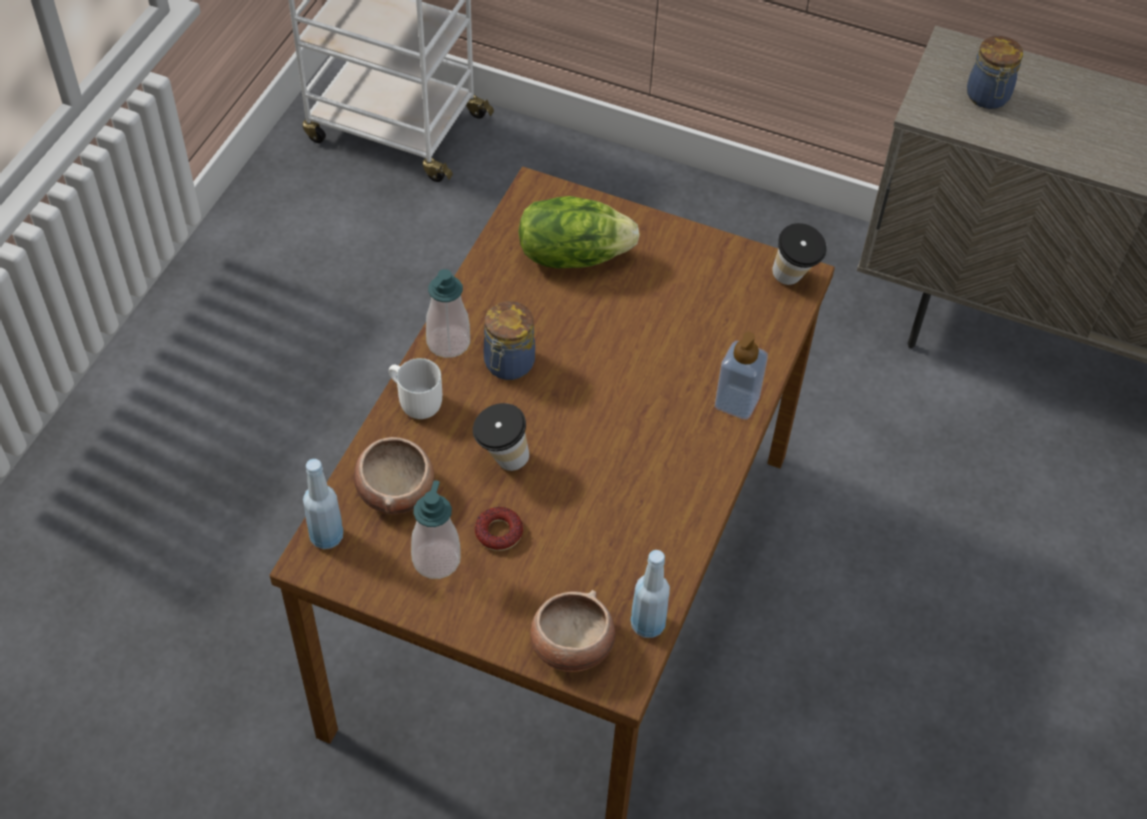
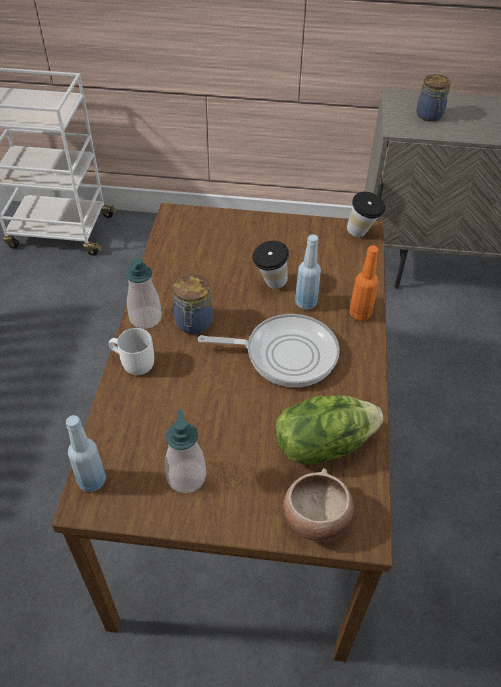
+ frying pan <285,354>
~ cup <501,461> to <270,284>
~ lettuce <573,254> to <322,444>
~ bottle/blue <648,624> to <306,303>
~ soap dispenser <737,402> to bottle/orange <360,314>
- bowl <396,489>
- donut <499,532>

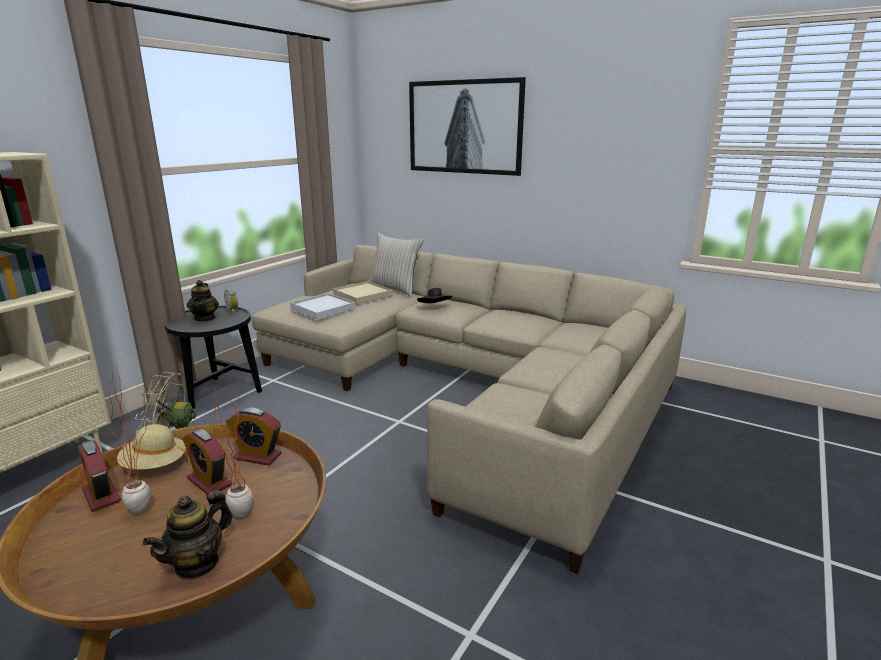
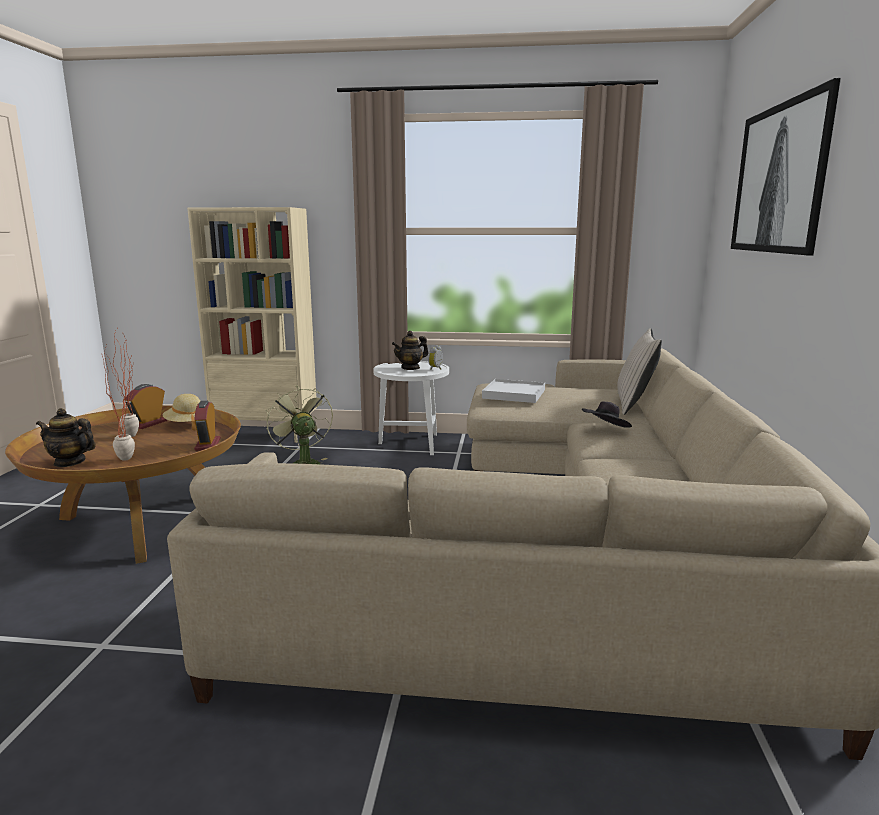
~ side table/black <220,394> to side table/white <412,444>
- alarm clock <209,482>
- tray/beige <363,295>

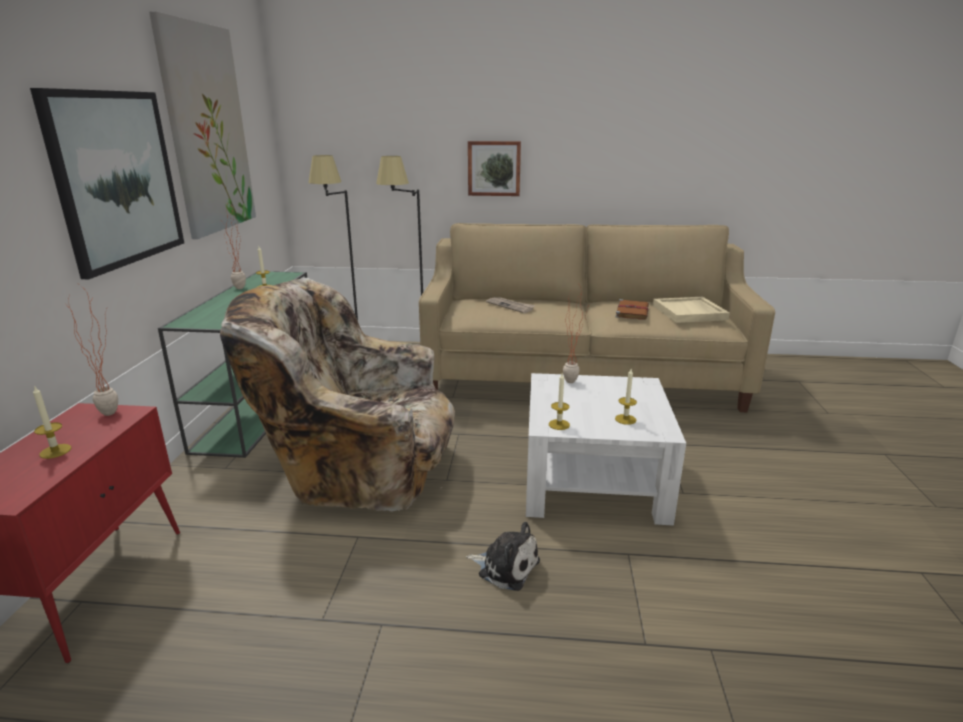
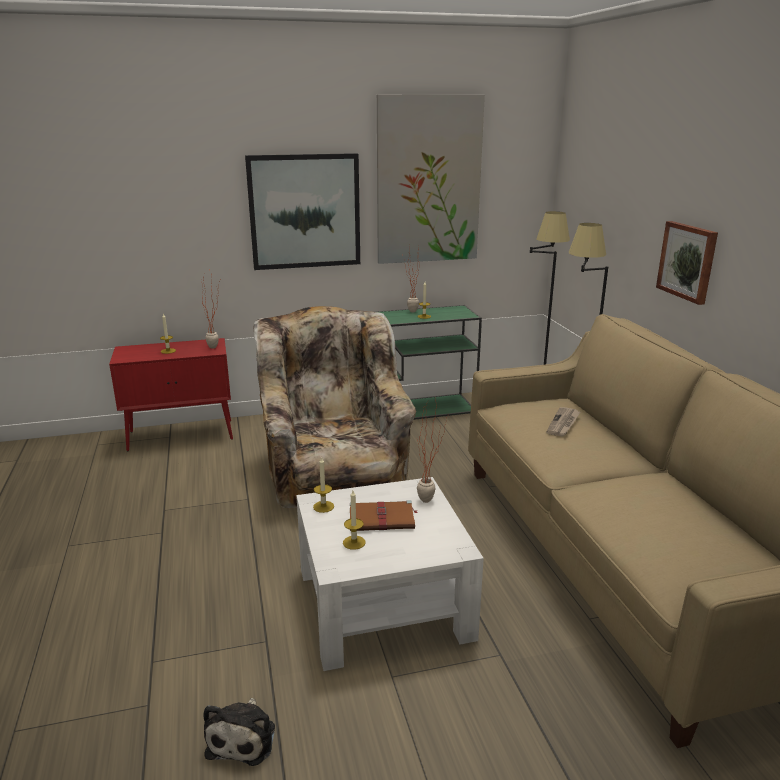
~ plush toy <505,566> to <243,737>
~ book/brown <632,311> to <383,519>
- tray/beige <690,312>

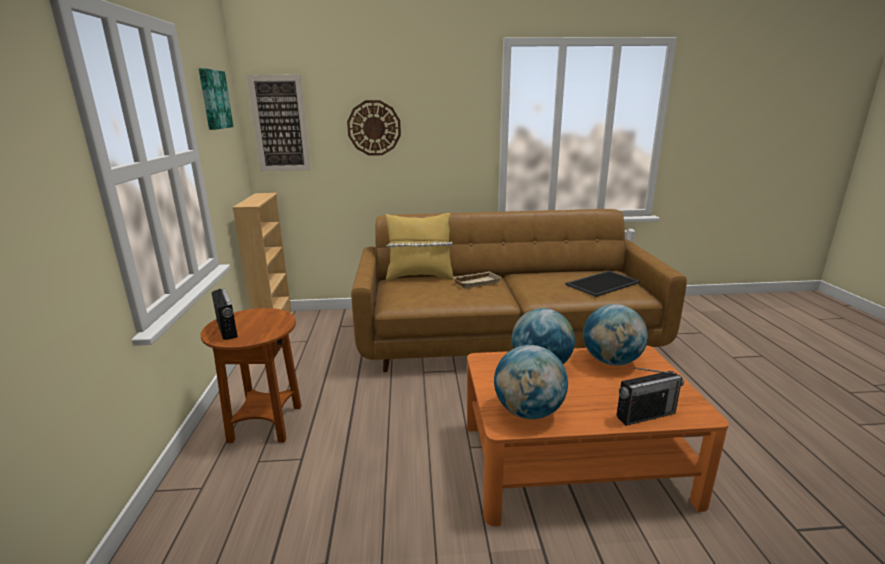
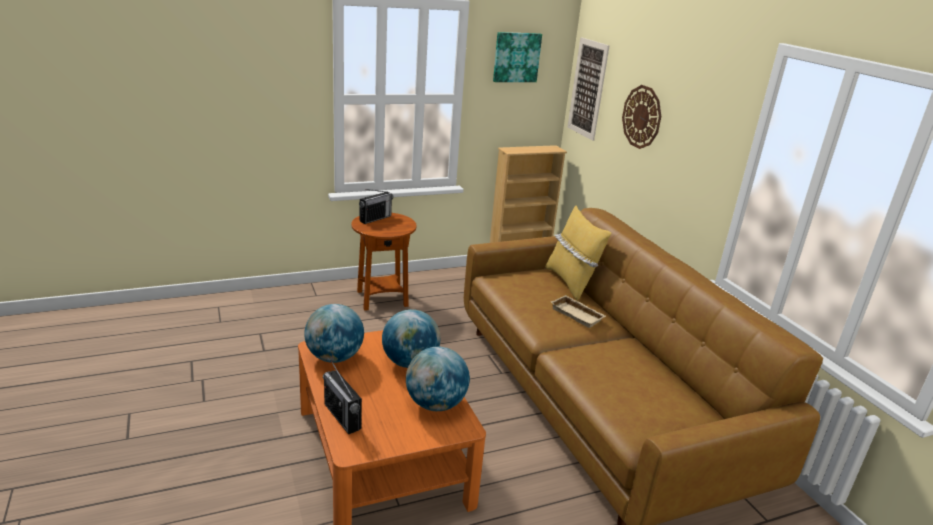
- tray <602,283>

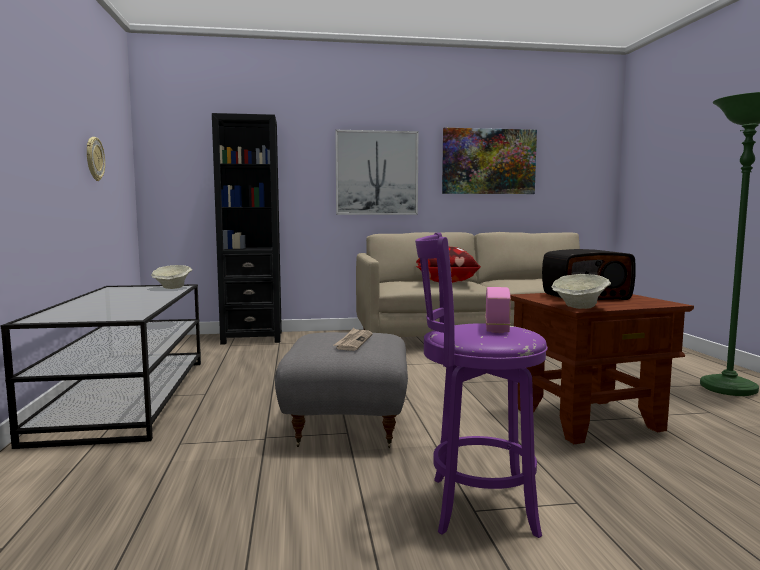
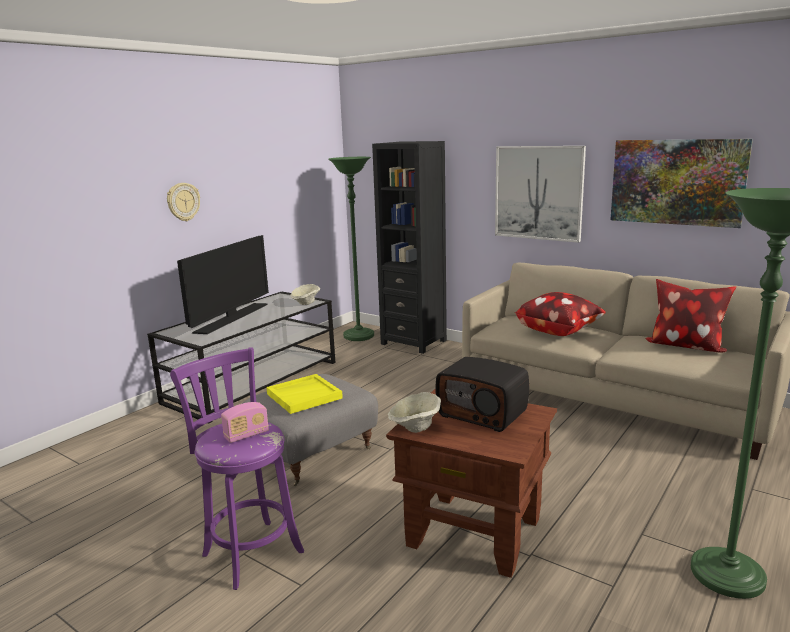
~ wall clock <94,159> to <183,202>
+ television <231,318>
~ newspaper <353,342> to tray/yellow <304,396>
+ floor lamp/green <358,336>
+ pillow <685,346>

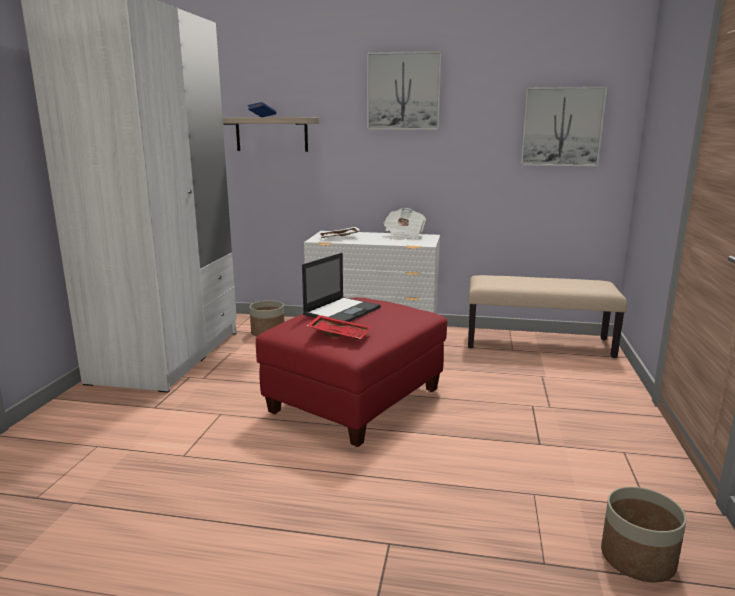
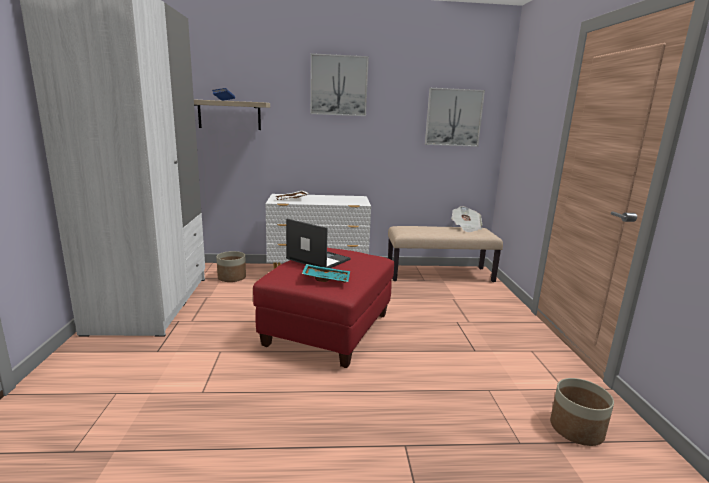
~ laptop <342,311> = <317,259> 75 degrees counterclockwise
~ tray/red <339,334> to tray/turquoise <326,278>
~ newspaper <403,236> to <466,228>

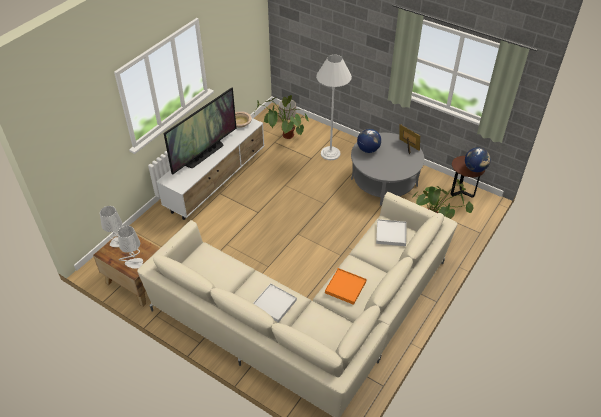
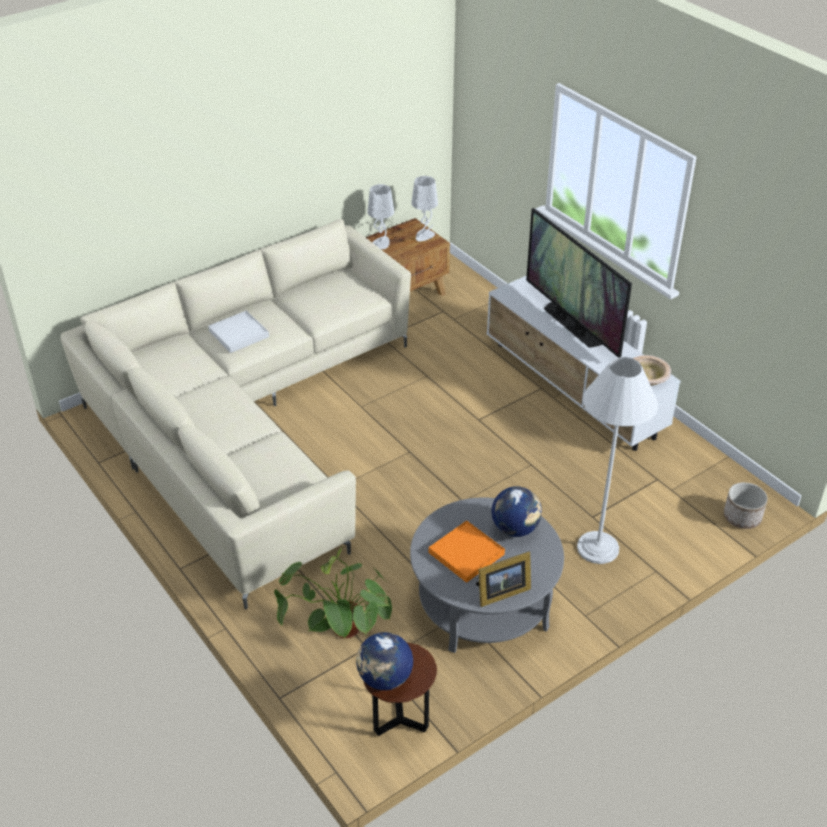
~ tray/orange <345,287> to <466,553>
- potted plant <282,137>
- tray/white <391,234>

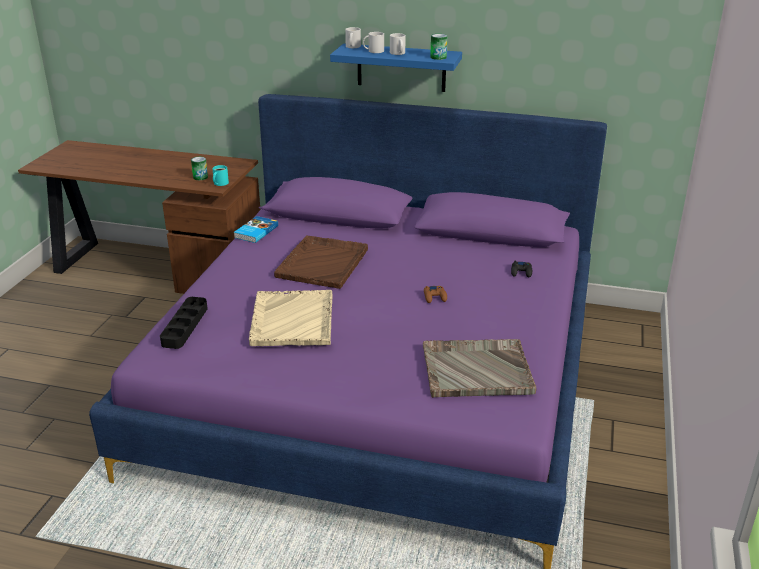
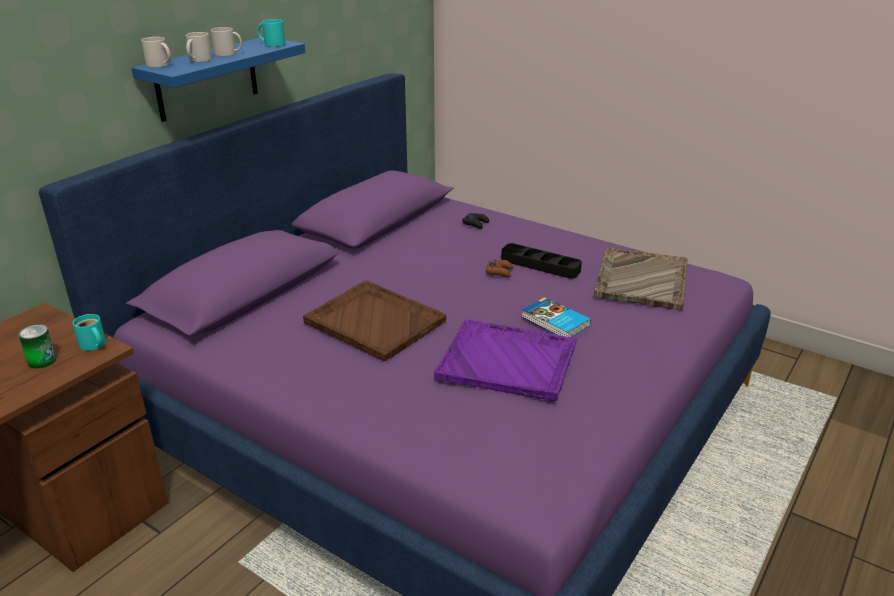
~ can <438,57> to mug/turquoise <273,44>
~ tray/beige <292,320> to tray/purple <508,362>
~ tray/black <185,326> to <540,265>
~ book <255,232> to <555,322>

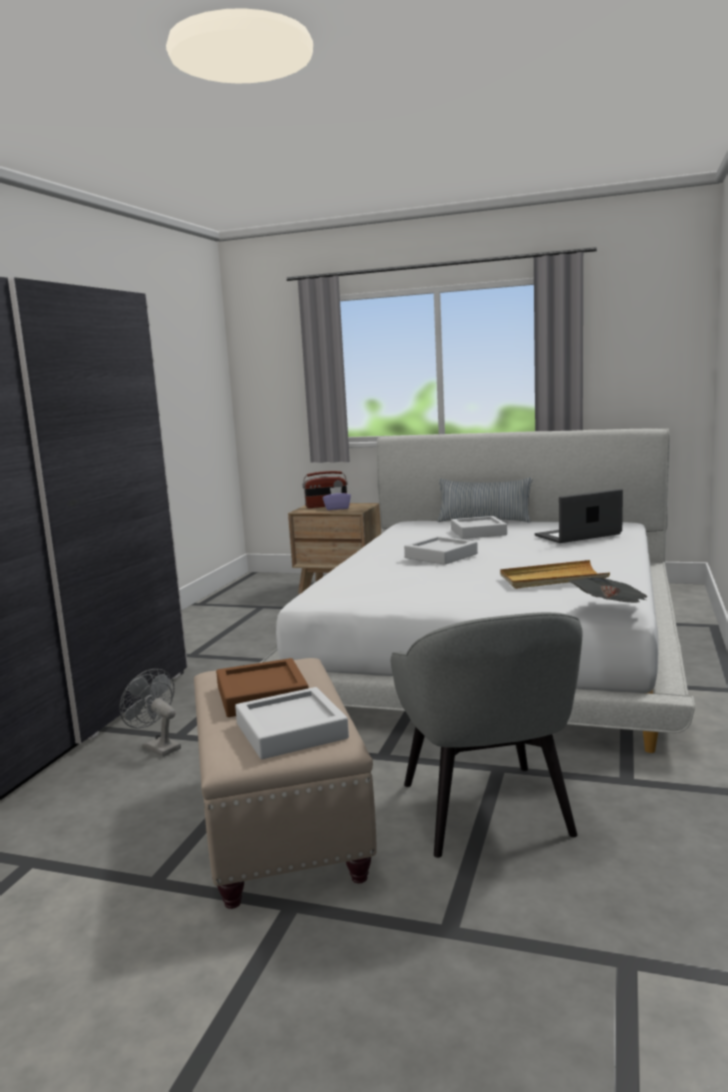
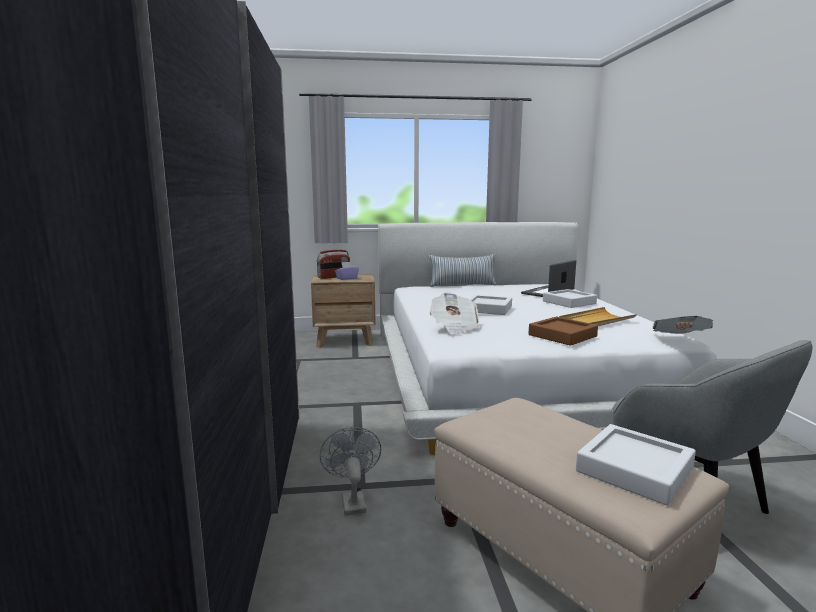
~ fan/grey <157,747> = <352,500> 60 degrees clockwise
+ newspaper <454,327>
~ tray/brown <262,695> to <562,336>
~ tray/grey <478,532> to <569,302>

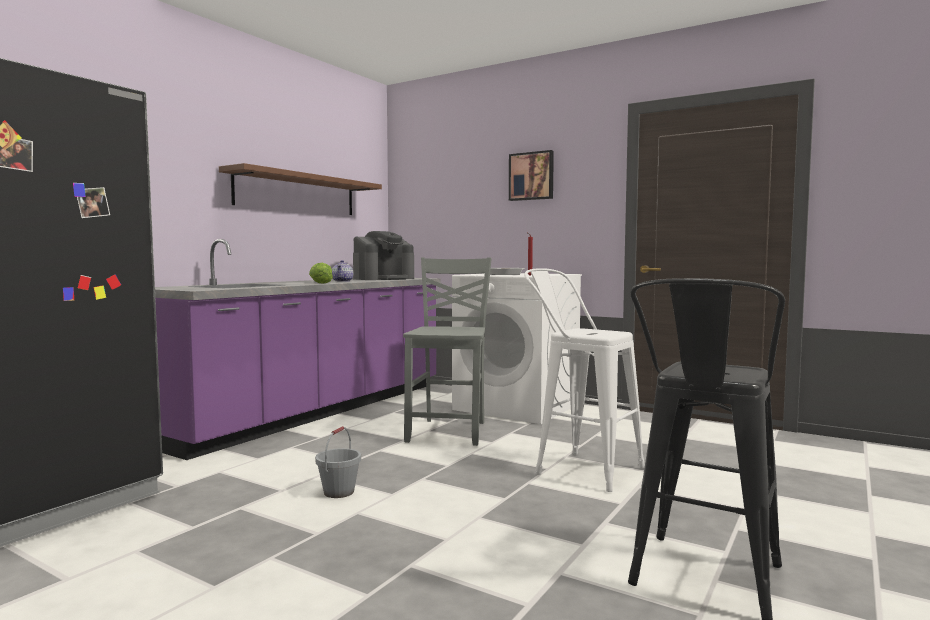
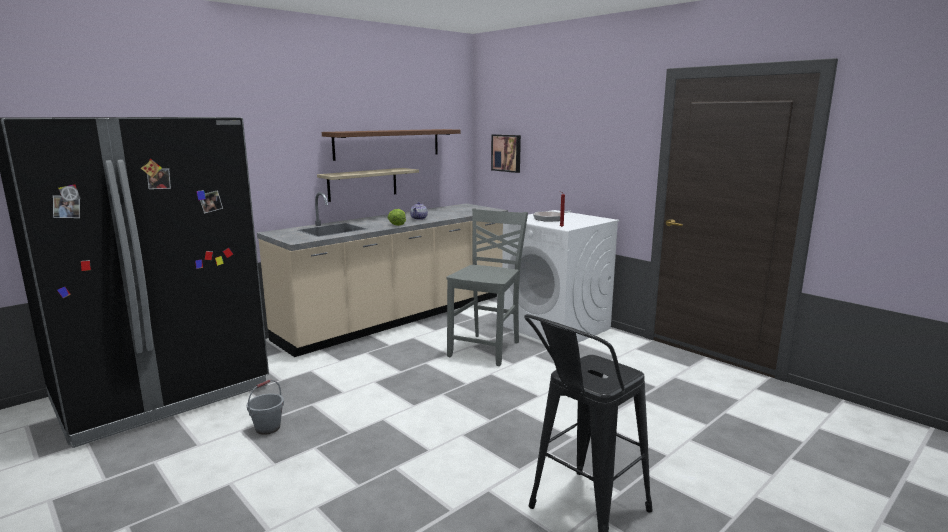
~ bucket/grey <338,492> to <268,428>
~ counter/purple <316,411> to counter/beige <398,318>
+ shelf <362,184>
~ picture <531,176> to <507,153>
- coffee machine <383,279>
- stool/white <579,468>

